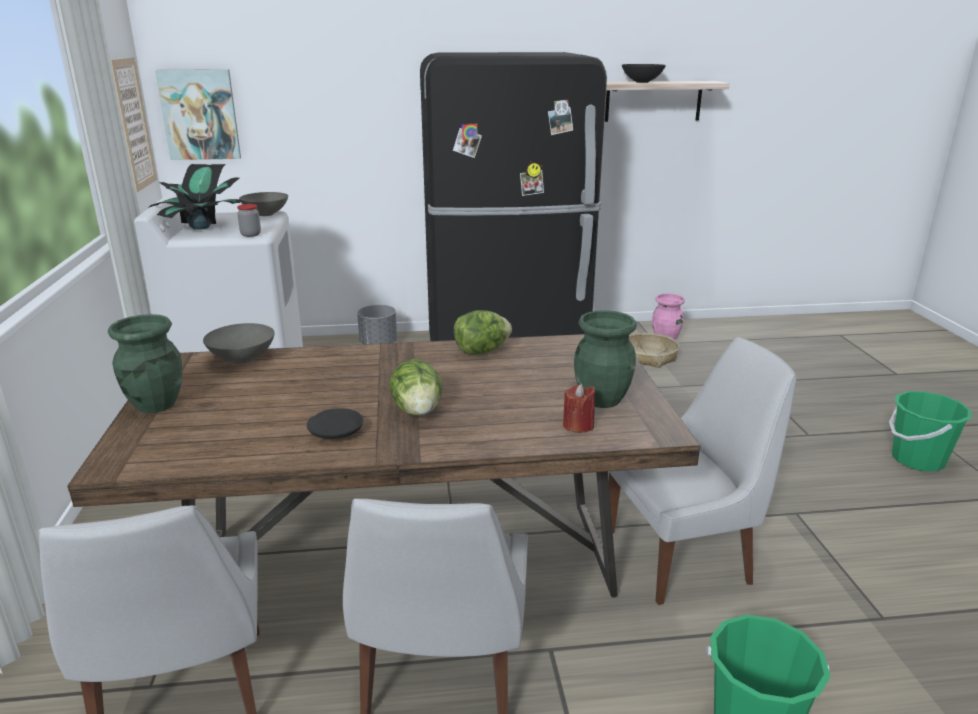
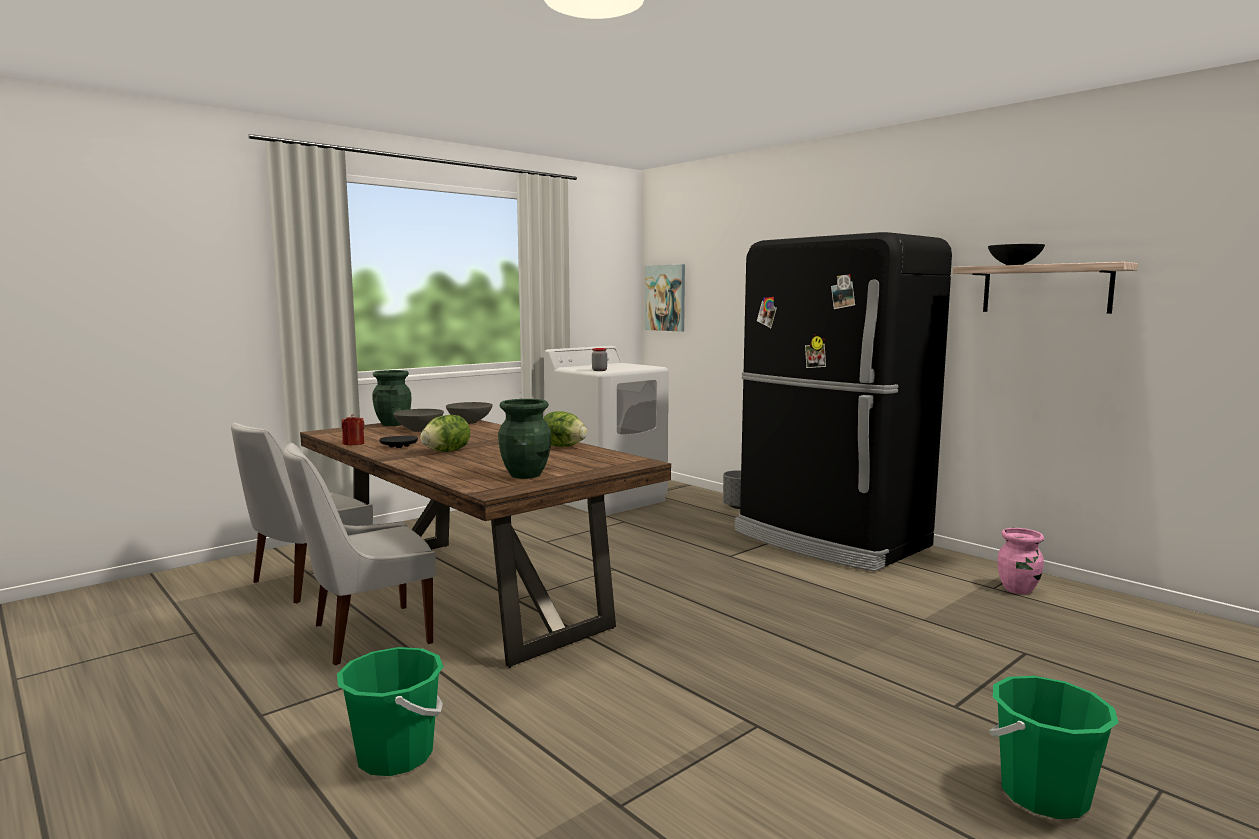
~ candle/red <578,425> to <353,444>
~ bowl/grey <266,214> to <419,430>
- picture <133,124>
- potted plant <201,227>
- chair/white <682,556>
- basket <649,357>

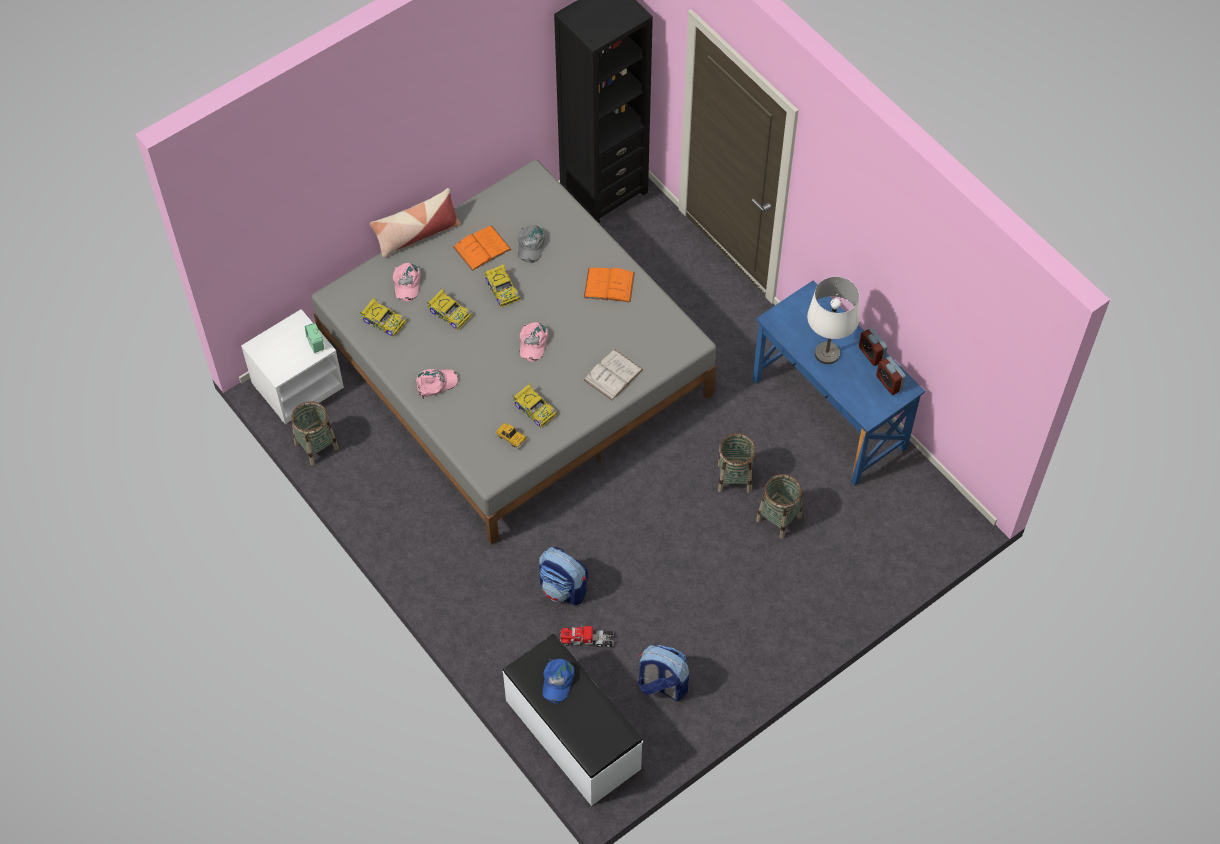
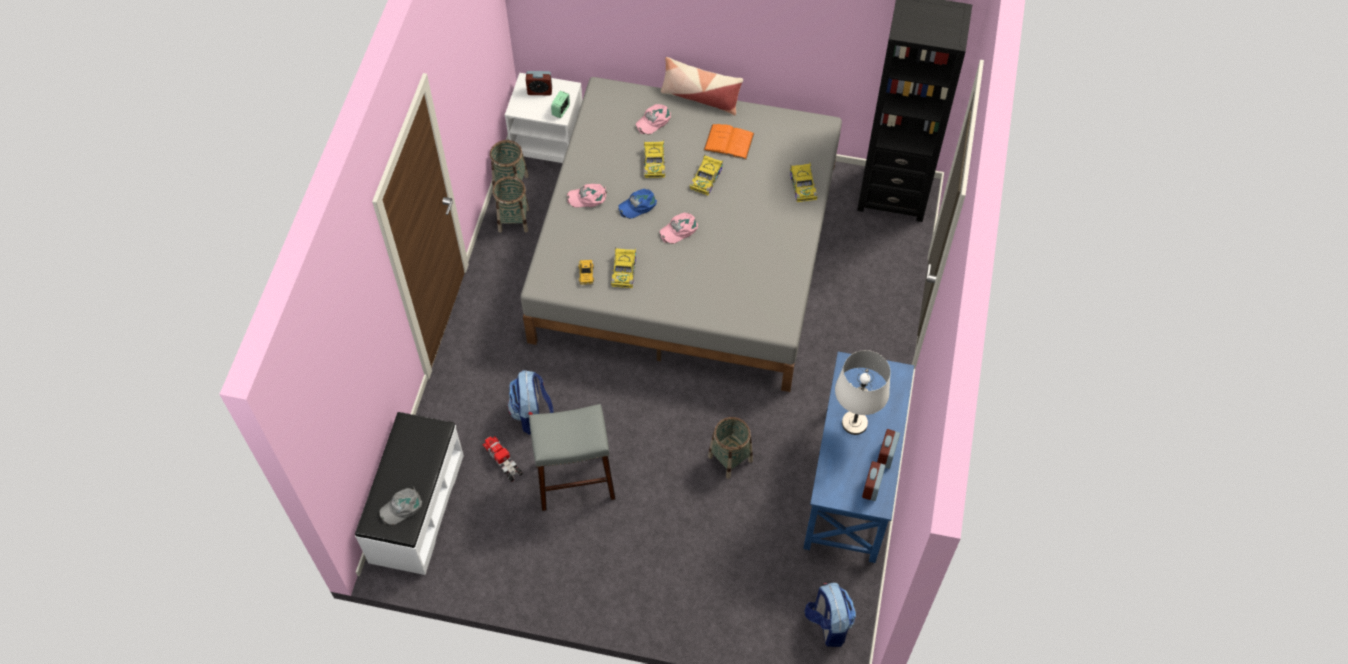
~ cap/grey <530,245> to <402,507>
~ basket <779,518> to <513,220>
+ alarm clock <540,91>
+ stool/grey <574,481>
~ cap/pink <436,383> = <587,197> 150 degrees clockwise
~ cap/blue <557,681> to <638,205>
~ toy car <383,321> to <803,185>
~ backpack <662,685> to <828,623>
- book/orange <609,285>
- book/white <613,375>

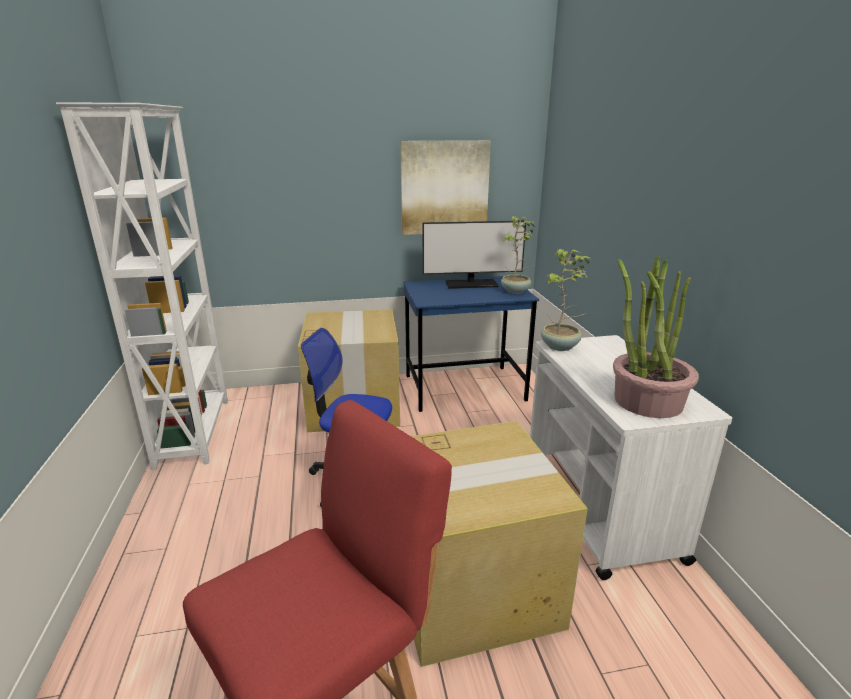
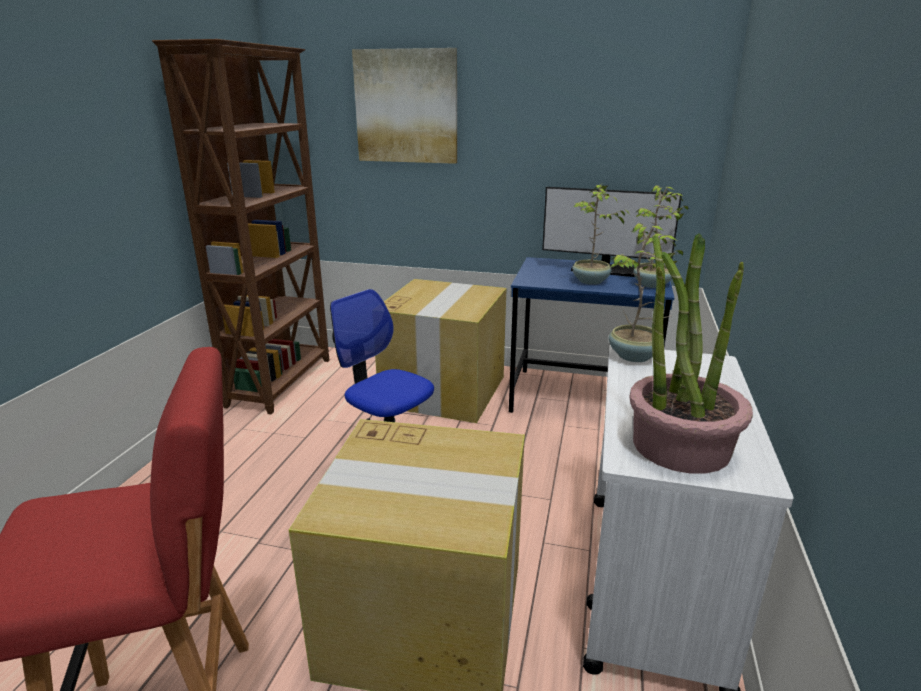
~ bookcase/white <195,431> to bookcase/brown <282,382>
~ picture <444,187> to <406,107>
+ potted plant <590,281>

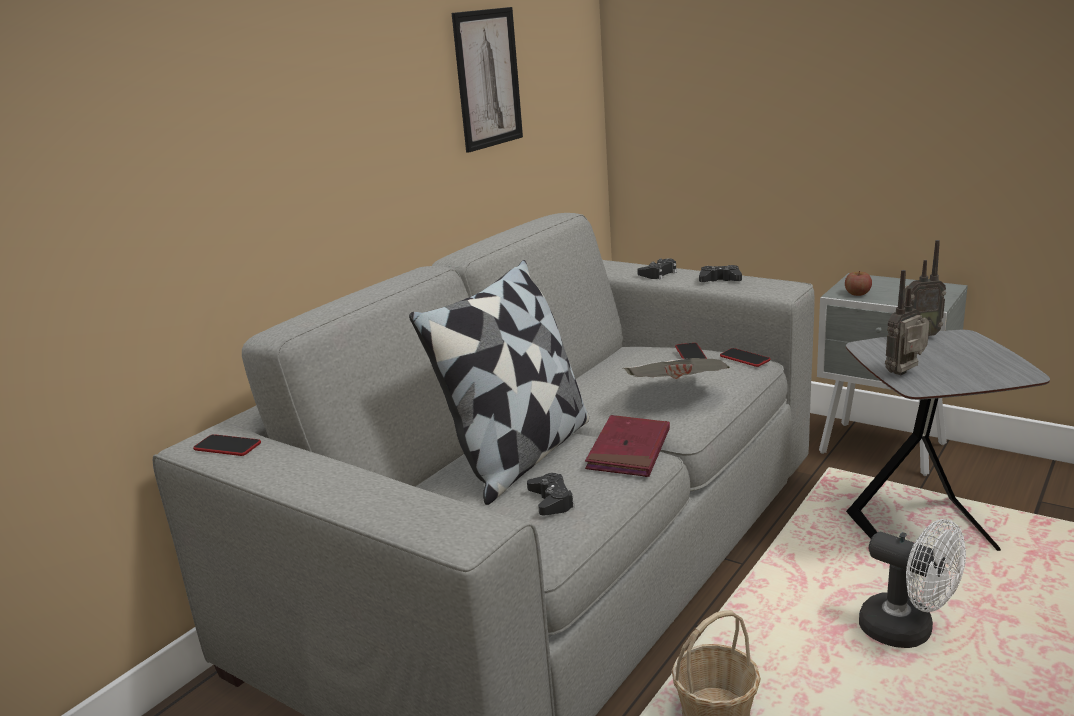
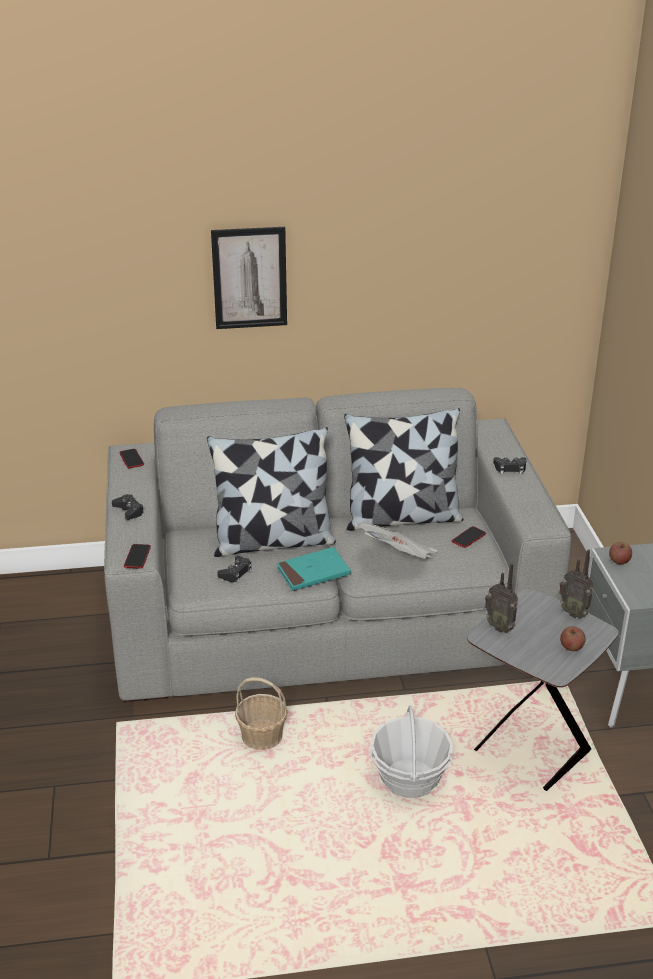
~ game controller/black <720,280> to <129,511>
~ phone <744,358> to <137,557>
~ picture <487,79> to <249,278>
~ book/red <629,450> to book/turquoise <313,572>
+ pillow <402,517>
~ fan/white <907,632> to basket <409,779>
~ radio <906,374> = <500,627> 150 degrees counterclockwise
+ apple <571,647>

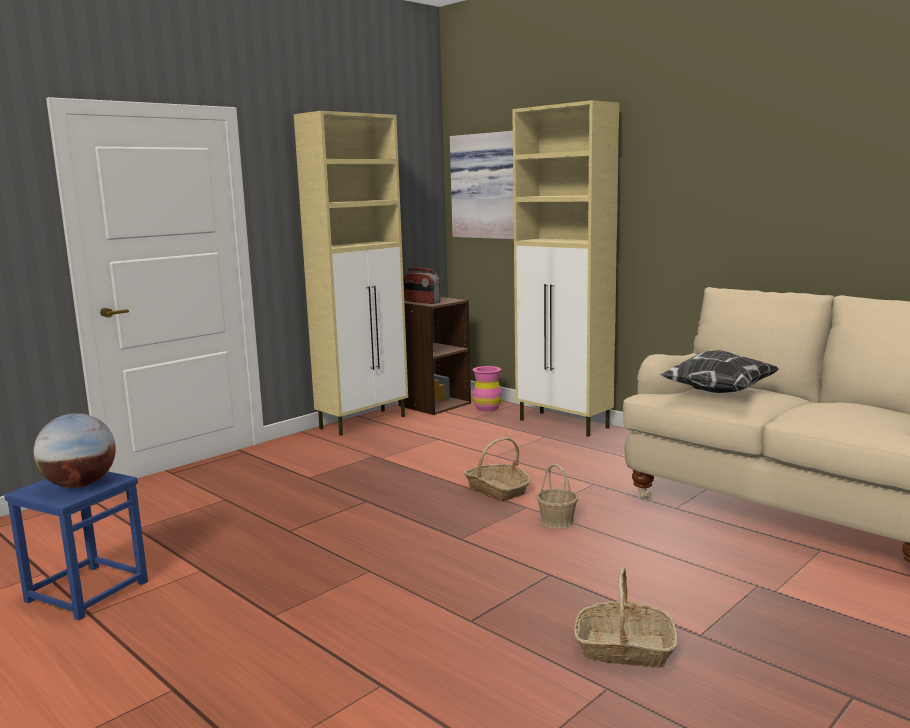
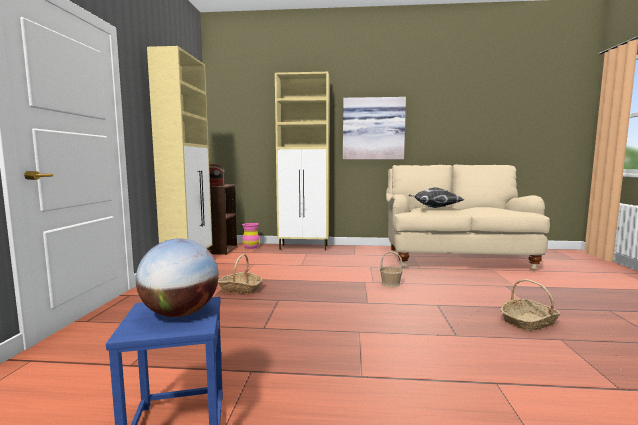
~ basket <497,490> to <240,289>
~ picture <493,186> to <373,129>

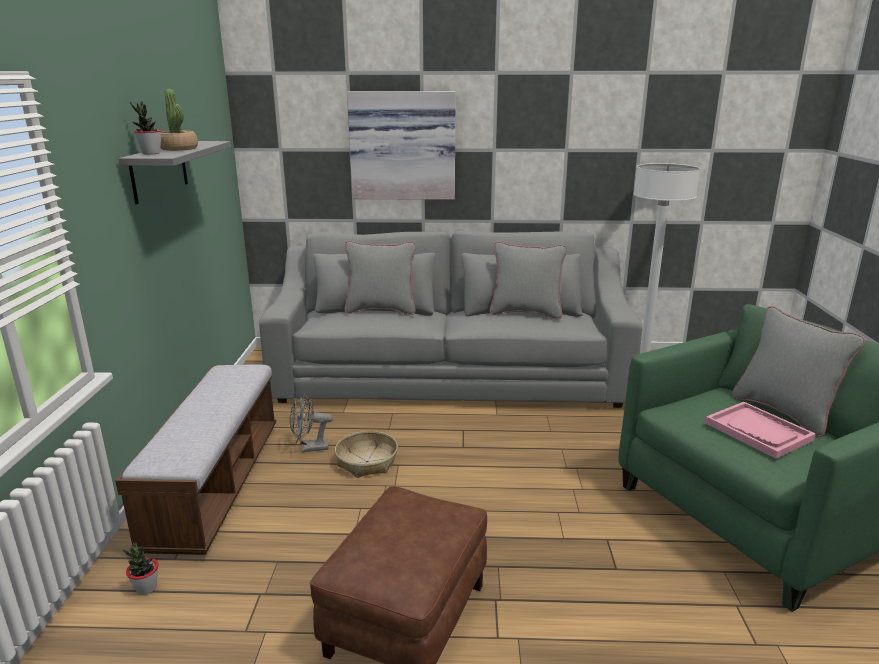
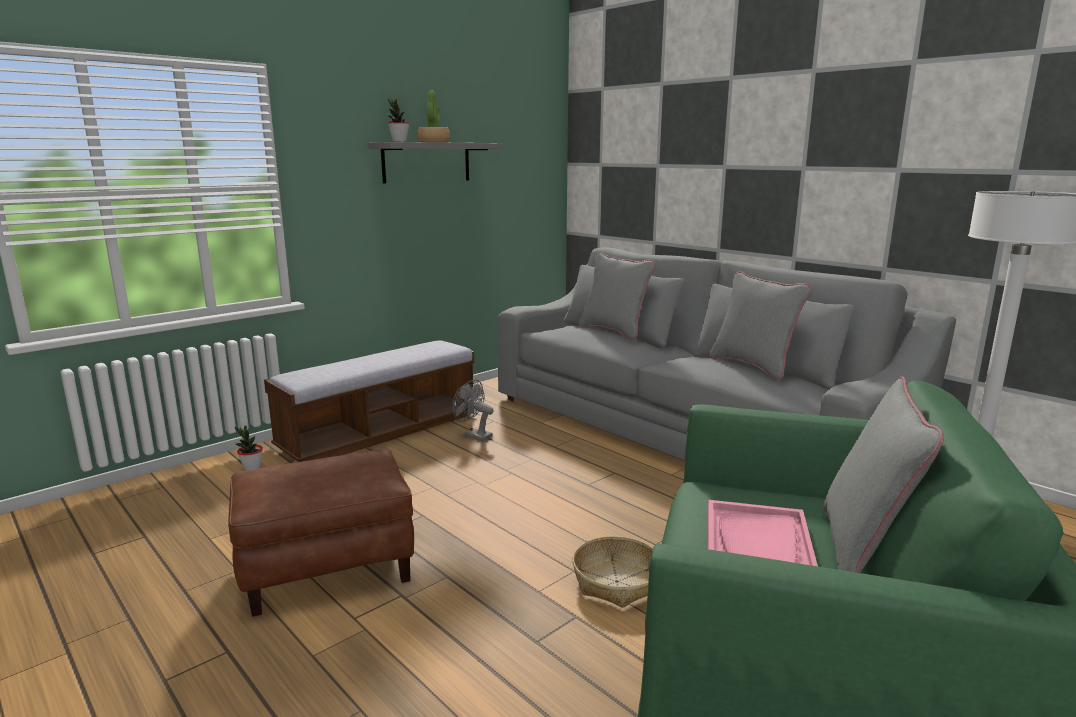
~ basket <367,462> to <617,582>
- picture <403,146>

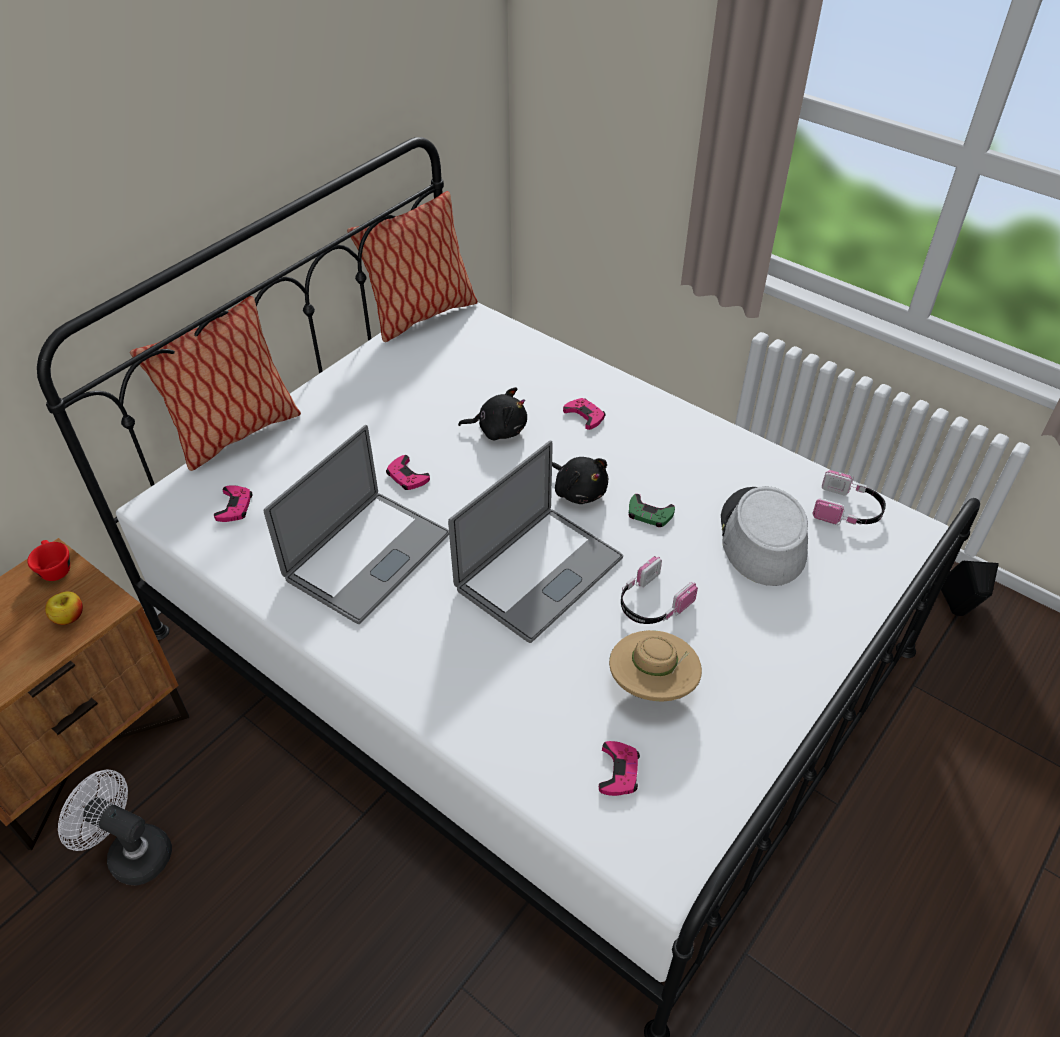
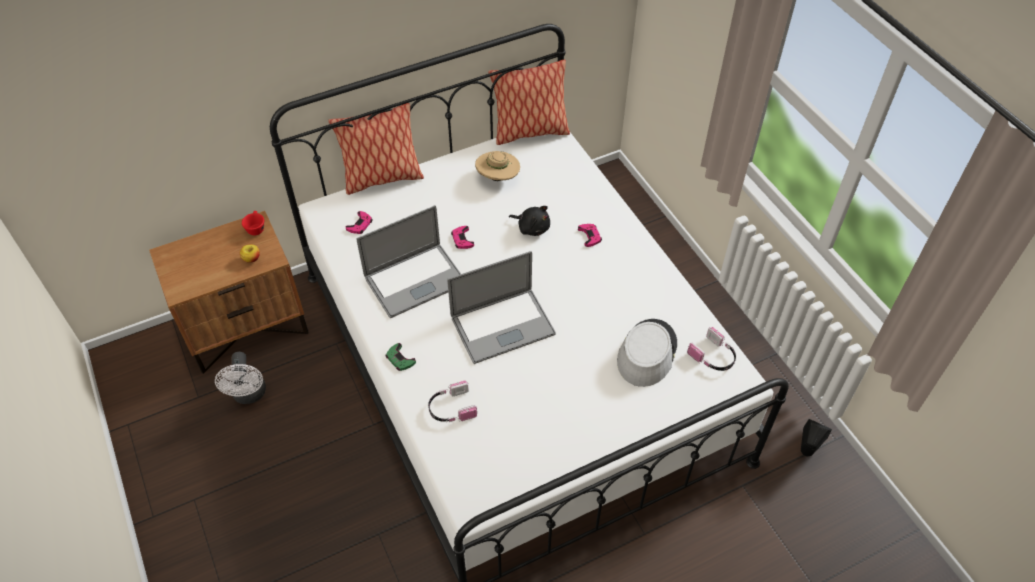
~ fan/white <132,852> = <249,395> 150 degrees counterclockwise
~ game controller/green <649,514> to <400,359>
~ headphones <652,604> to <451,408>
~ hat/beige <652,684> to <498,177>
- plush toy/black <579,491>
- game controller/pink <619,771>

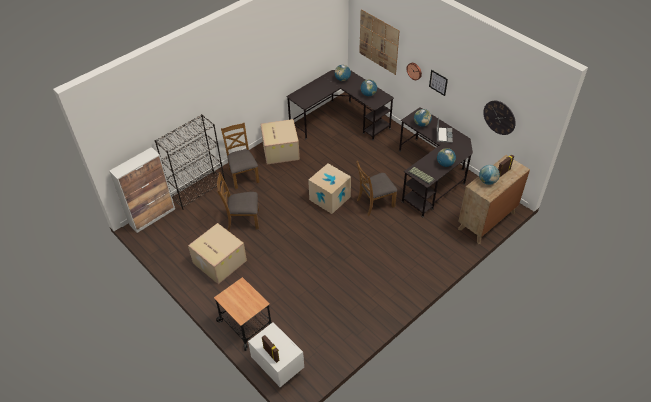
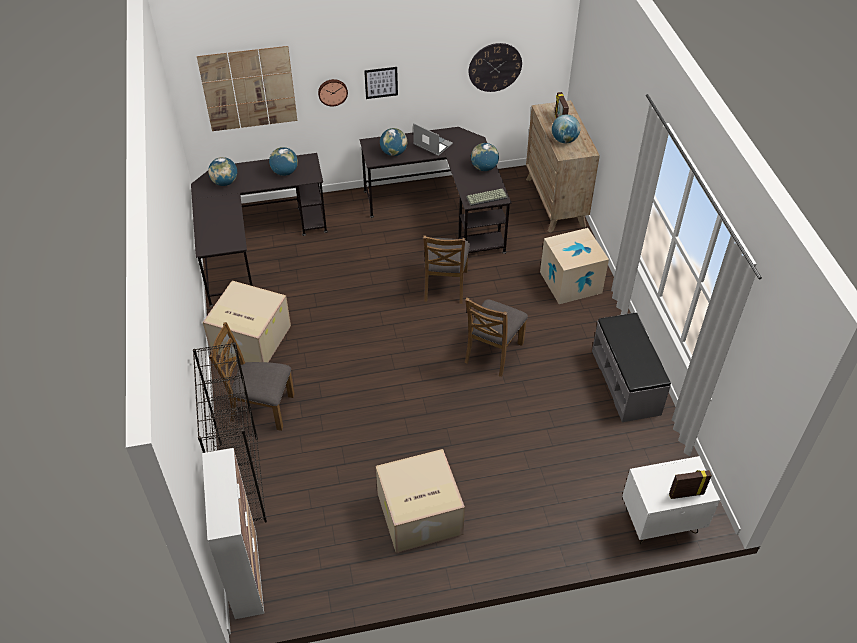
~ chair/brown <242,220> to <493,352>
~ cardboard box <330,198> to <570,282>
+ bench/grey <626,382>
- cart <246,325>

